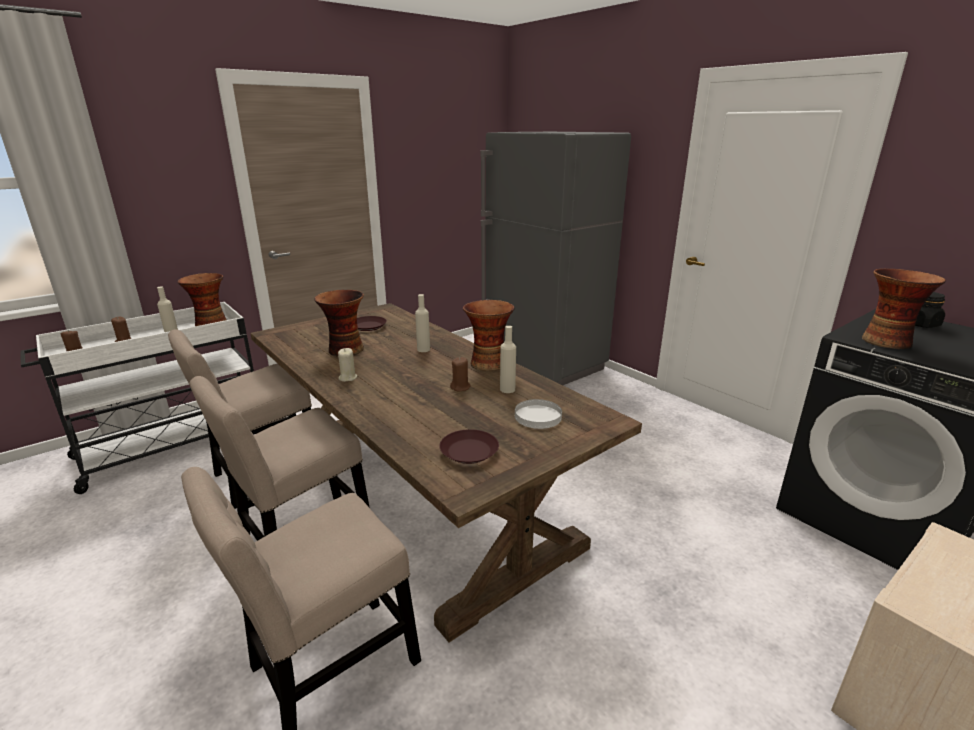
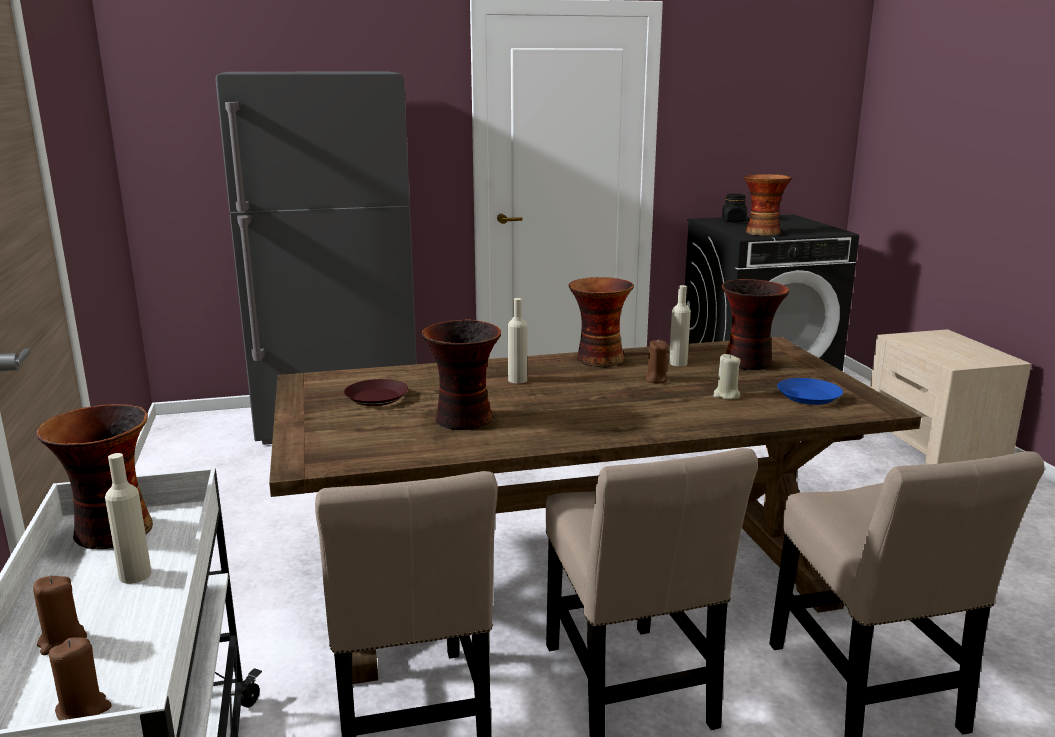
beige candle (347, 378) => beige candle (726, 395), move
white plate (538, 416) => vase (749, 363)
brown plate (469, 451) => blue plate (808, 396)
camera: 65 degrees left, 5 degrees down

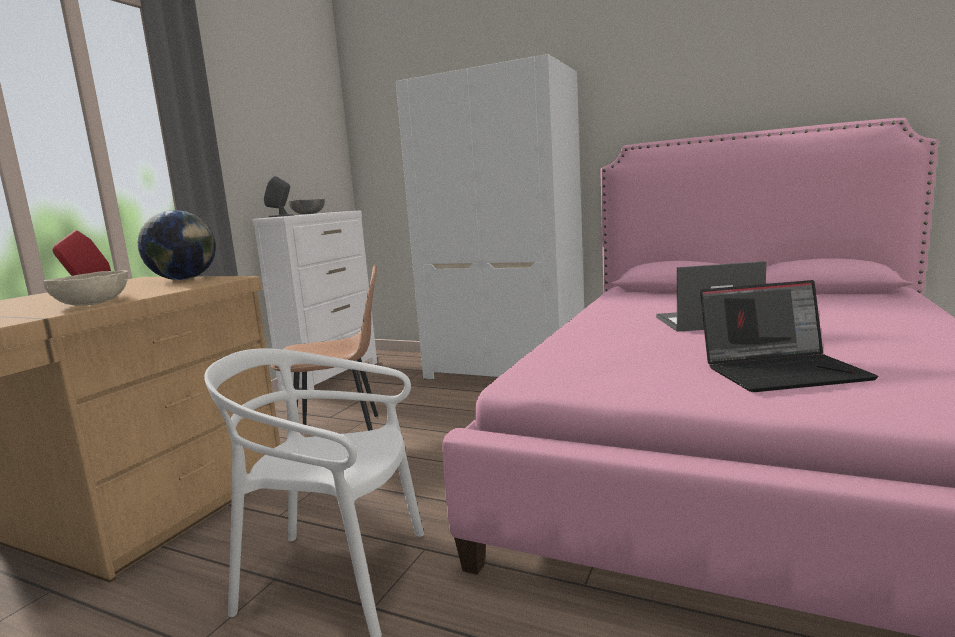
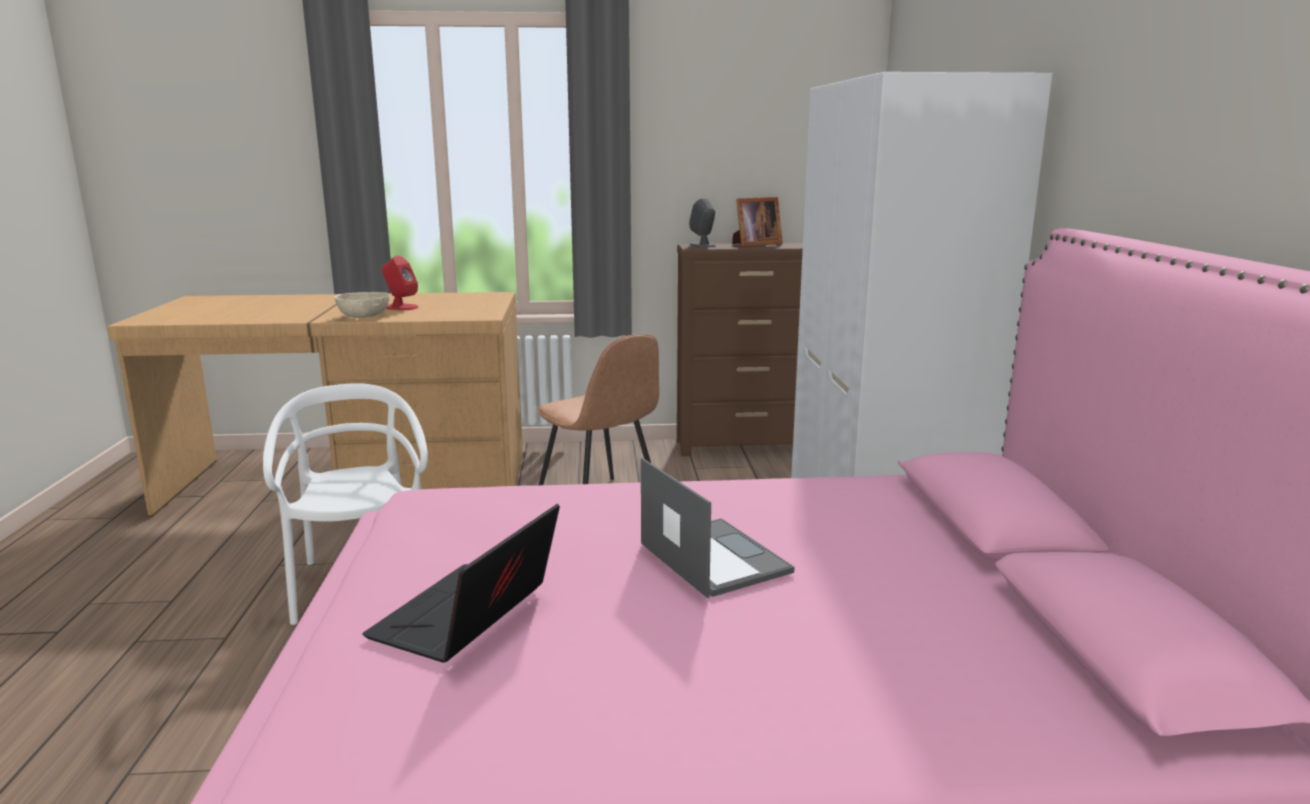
laptop (783, 371) => laptop (467, 618), 60 degrees clockwise
white dresser (332, 376) => brown dresser (746, 446)
grey bowl (308, 214) => picture frame (754, 244)
globe (183, 279) => nothing
camera: 60 degrees right, 5 degrees up

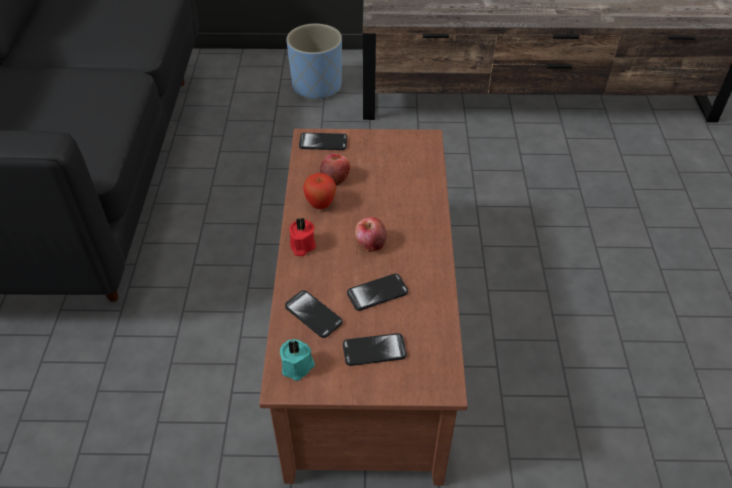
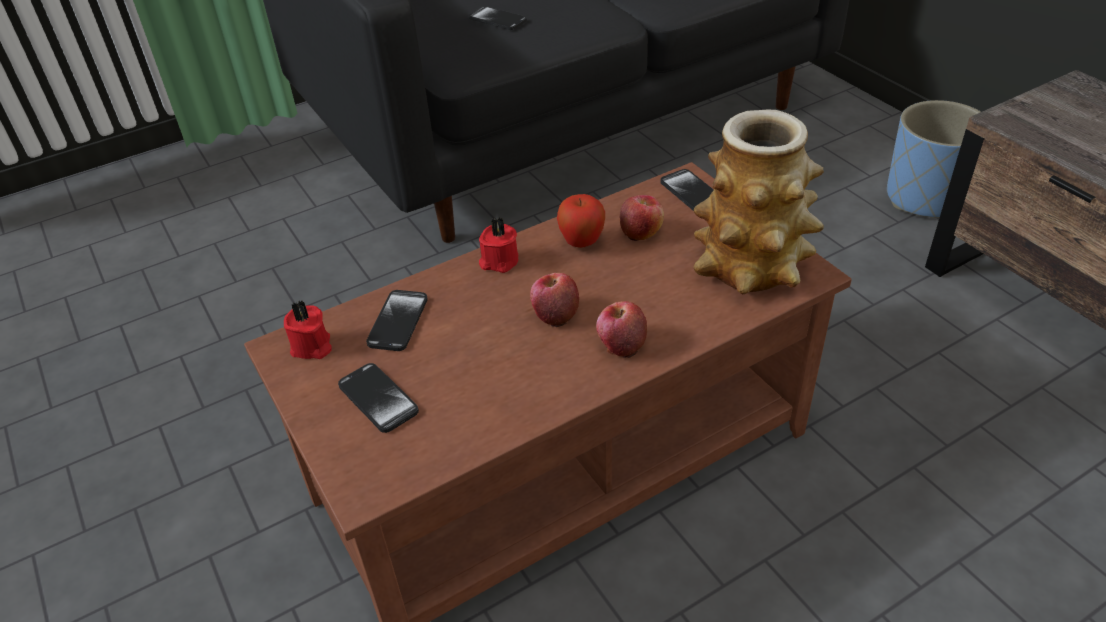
turquoise candle (298, 367) => red candle (311, 347)
phone (377, 293) => phone (497, 20), move
nothing => apple (621, 344)
nothing => vase (751, 266)
camera: 60 degrees right, 5 degrees down

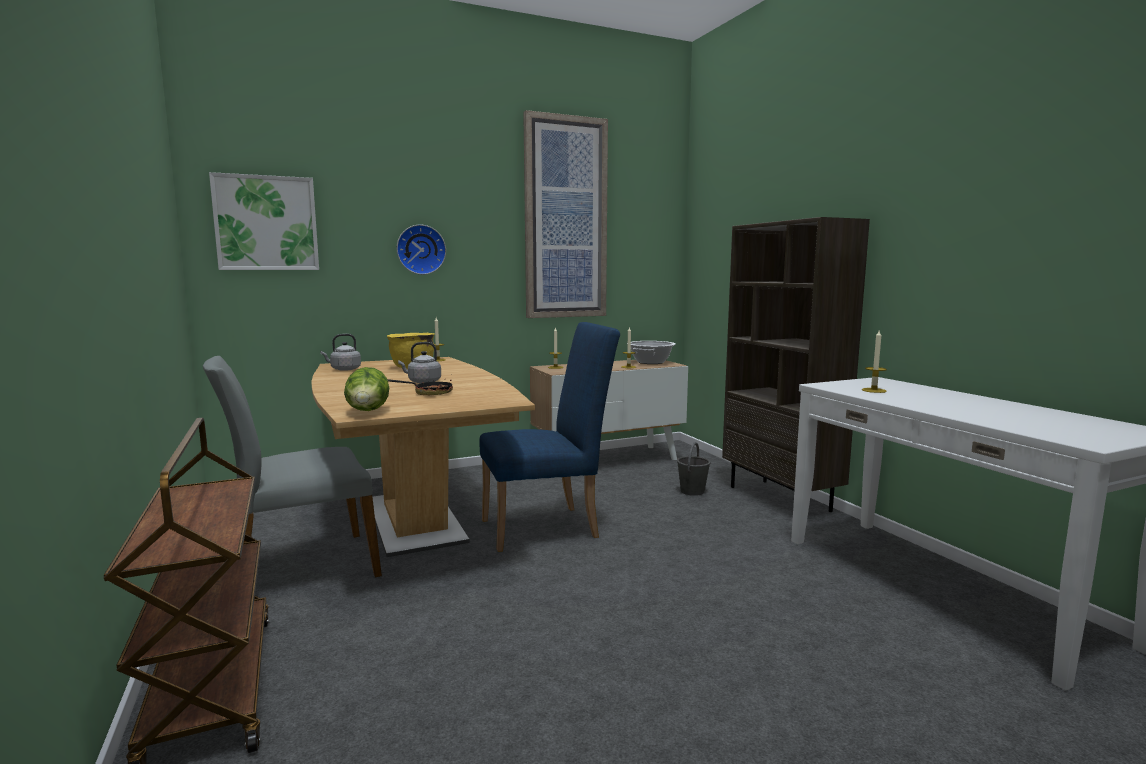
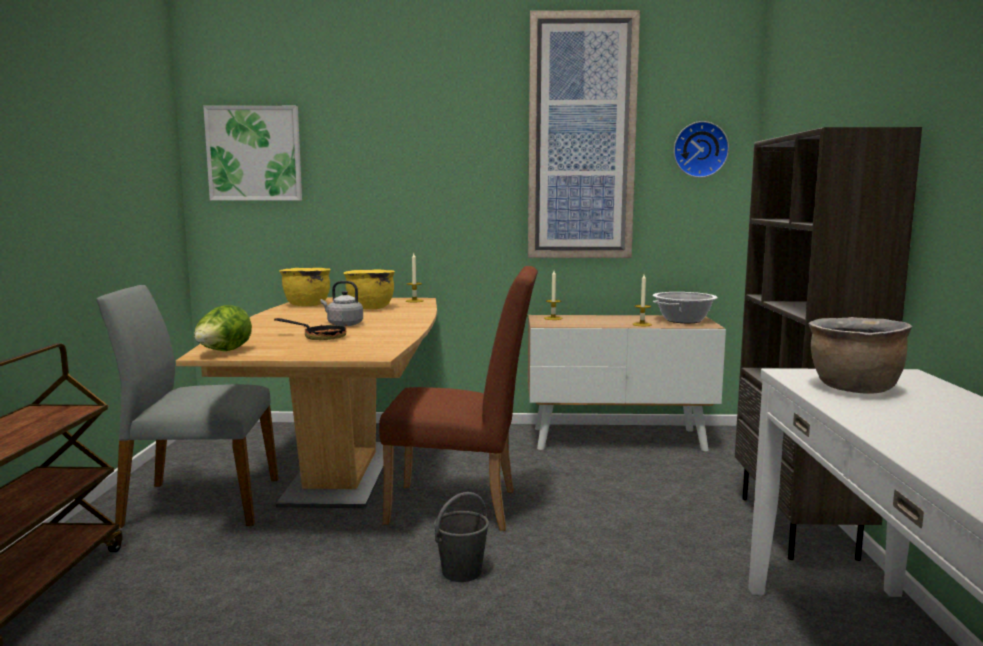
grey kettle (344, 369) => yellow cooking pot (306, 305)
blue chair (548, 527) => brown chair (463, 507)
grey bucket (692, 491) => grey bucket (461, 572), move
wall clock (420, 249) => wall clock (699, 149), move
candle (874, 390) => brown cooking pot (853, 389)
camera: 25 degrees right, 0 degrees up

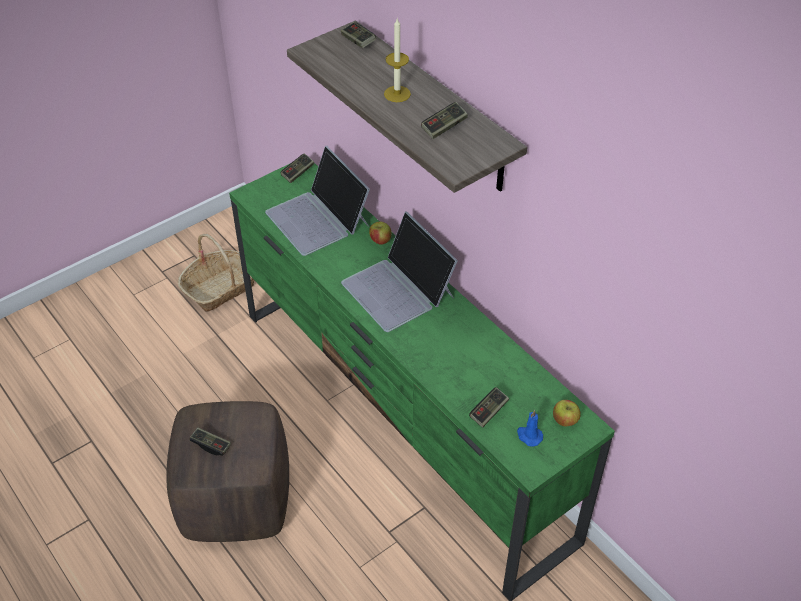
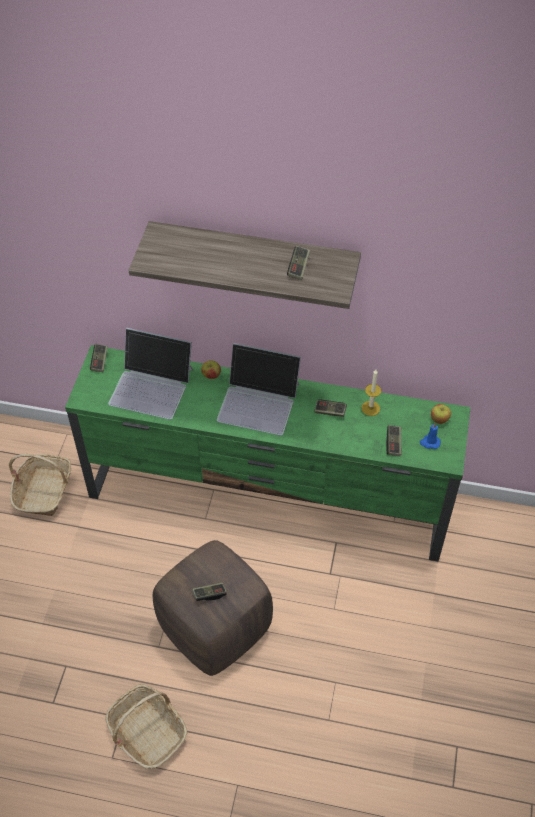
nothing => basket (147, 732)
game controller (358, 41) => game controller (330, 411), move
candle (397, 94) => candle (370, 408), move
camera: 40 degrees left, 5 degrees up

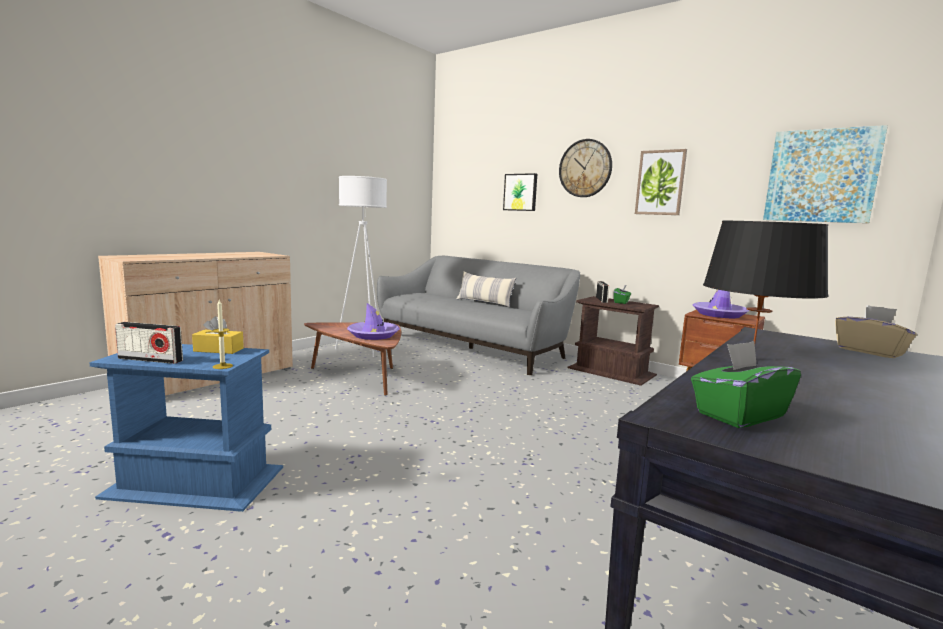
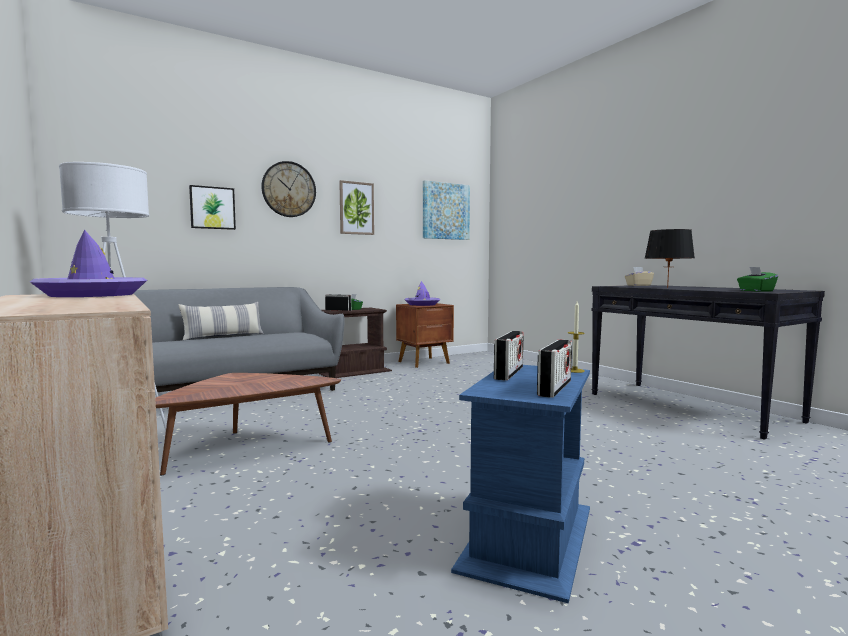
purple hat (373, 335) => purple hat (92, 295), move
yellow tissue box (218, 350) => radio (509, 373)
camera: 70 degrees left, 5 degrees down

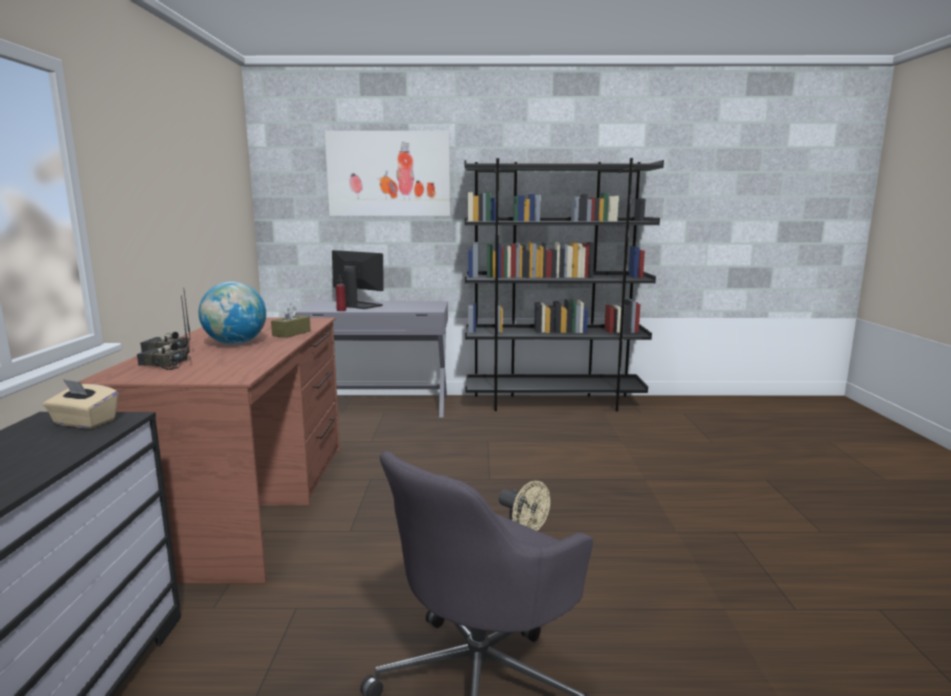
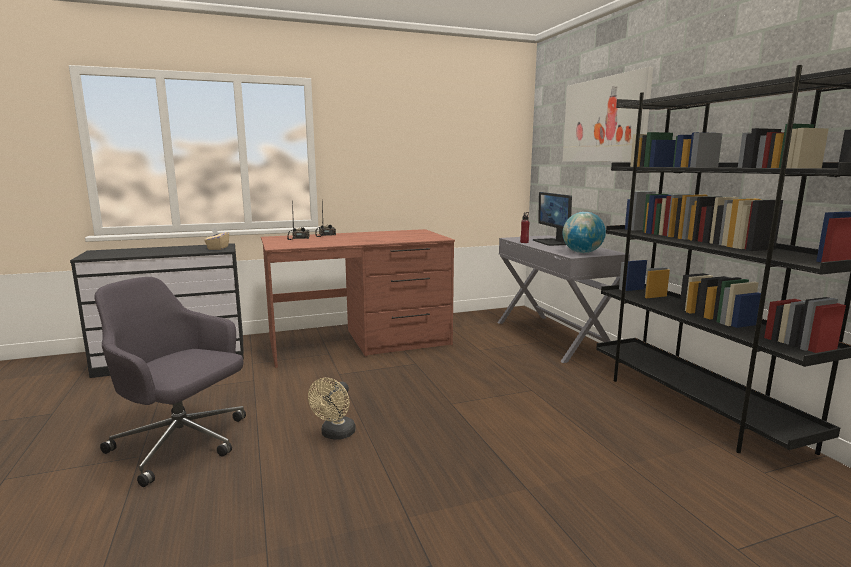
monitor (358, 305) => monitor (552, 242), 150 degrees clockwise
globe (235, 343) => globe (582, 252), move
brown tissue box (291, 333) => nothing
camera: 70 degrees right, 0 degrees up

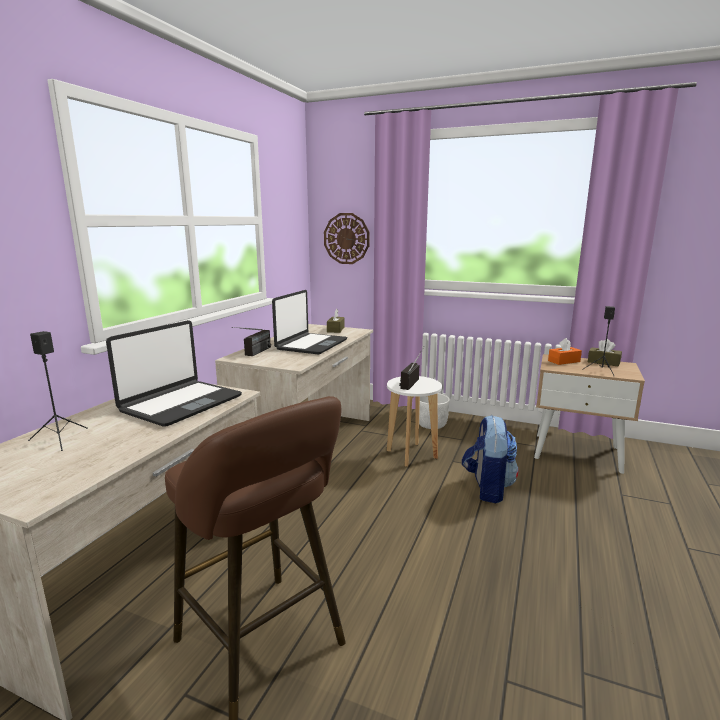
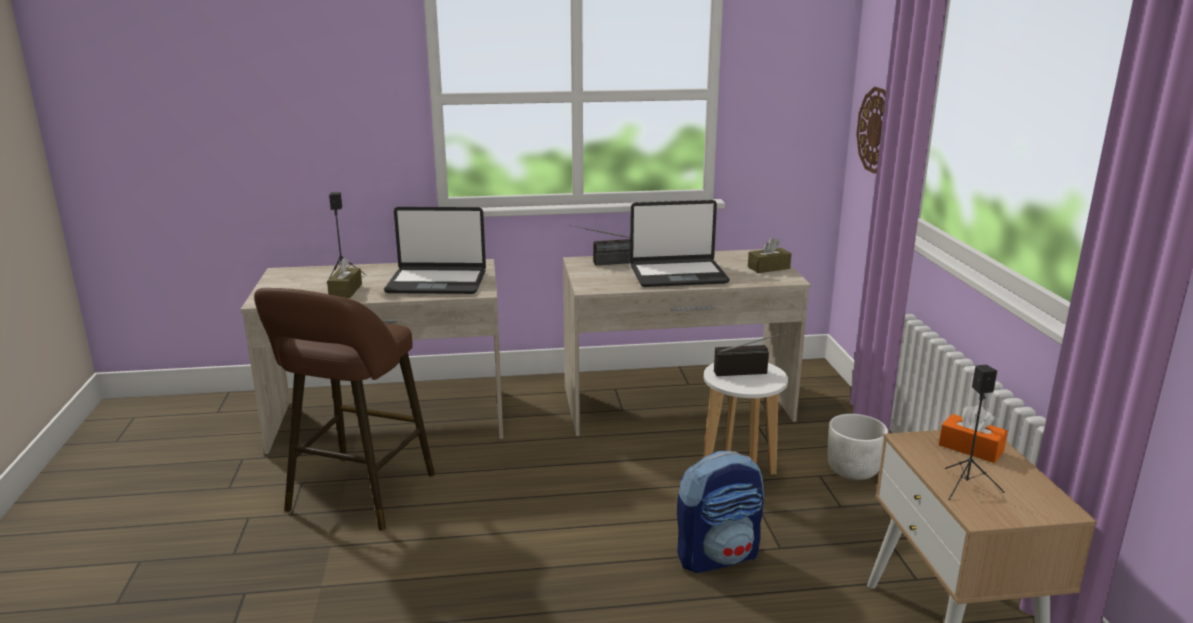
brown tissue box (603, 362) => brown tissue box (345, 291), move
camera: 60 degrees right, 5 degrees up

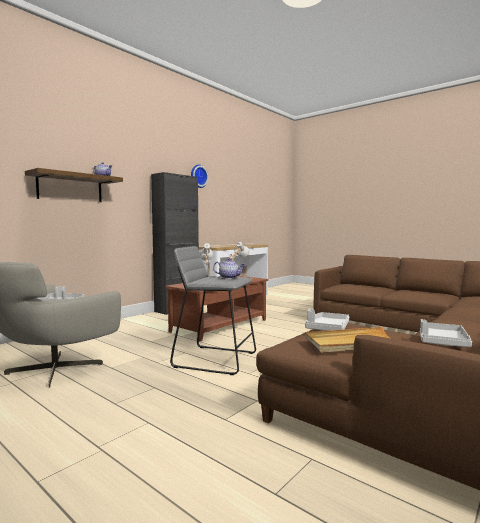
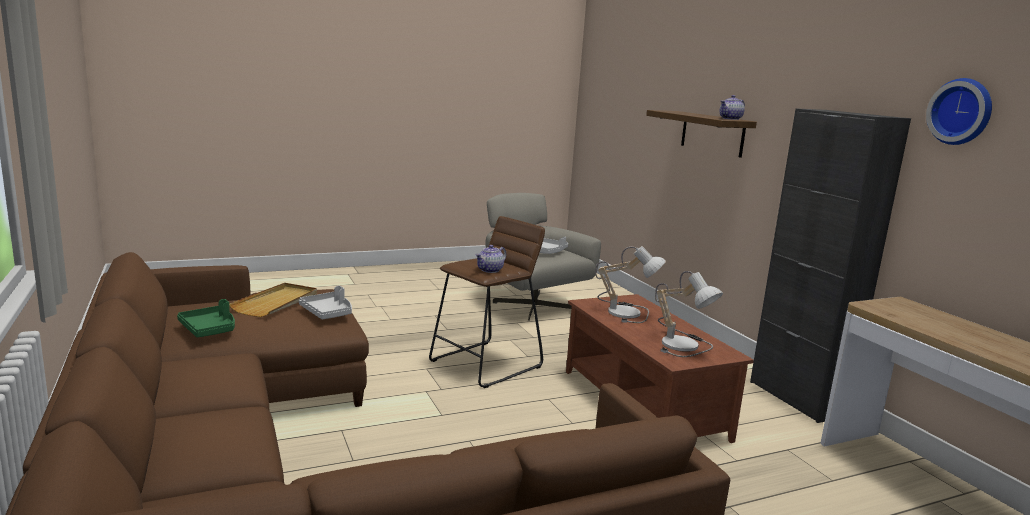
grey tray (442, 342) => green tray (209, 329)
grey stool (215, 359) => brown stool (486, 364)
camera: 115 degrees right, 10 degrees up

